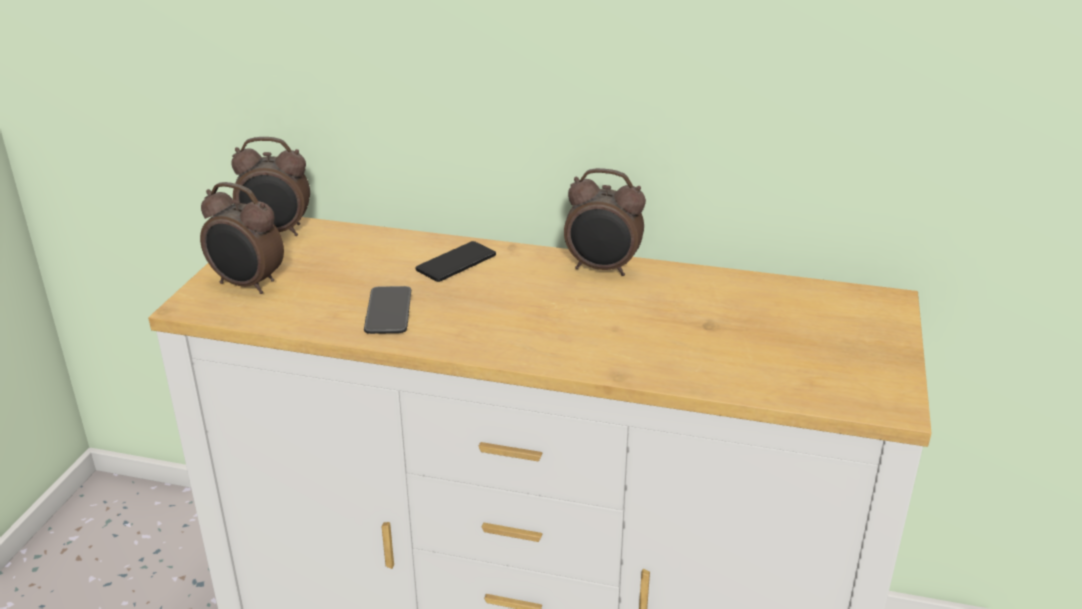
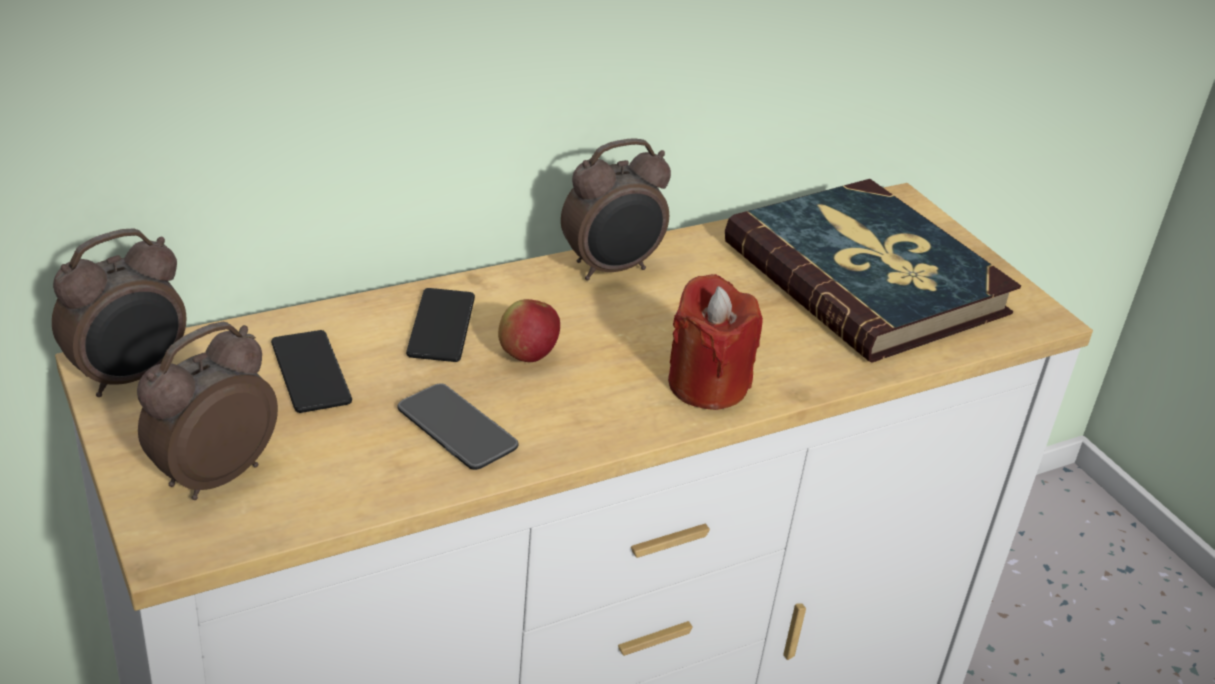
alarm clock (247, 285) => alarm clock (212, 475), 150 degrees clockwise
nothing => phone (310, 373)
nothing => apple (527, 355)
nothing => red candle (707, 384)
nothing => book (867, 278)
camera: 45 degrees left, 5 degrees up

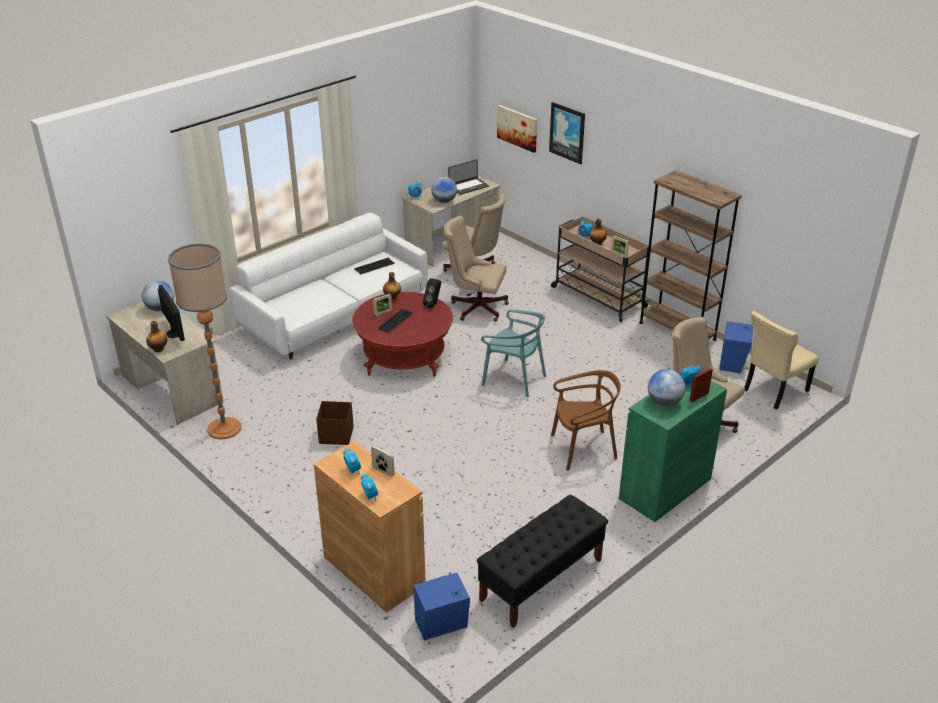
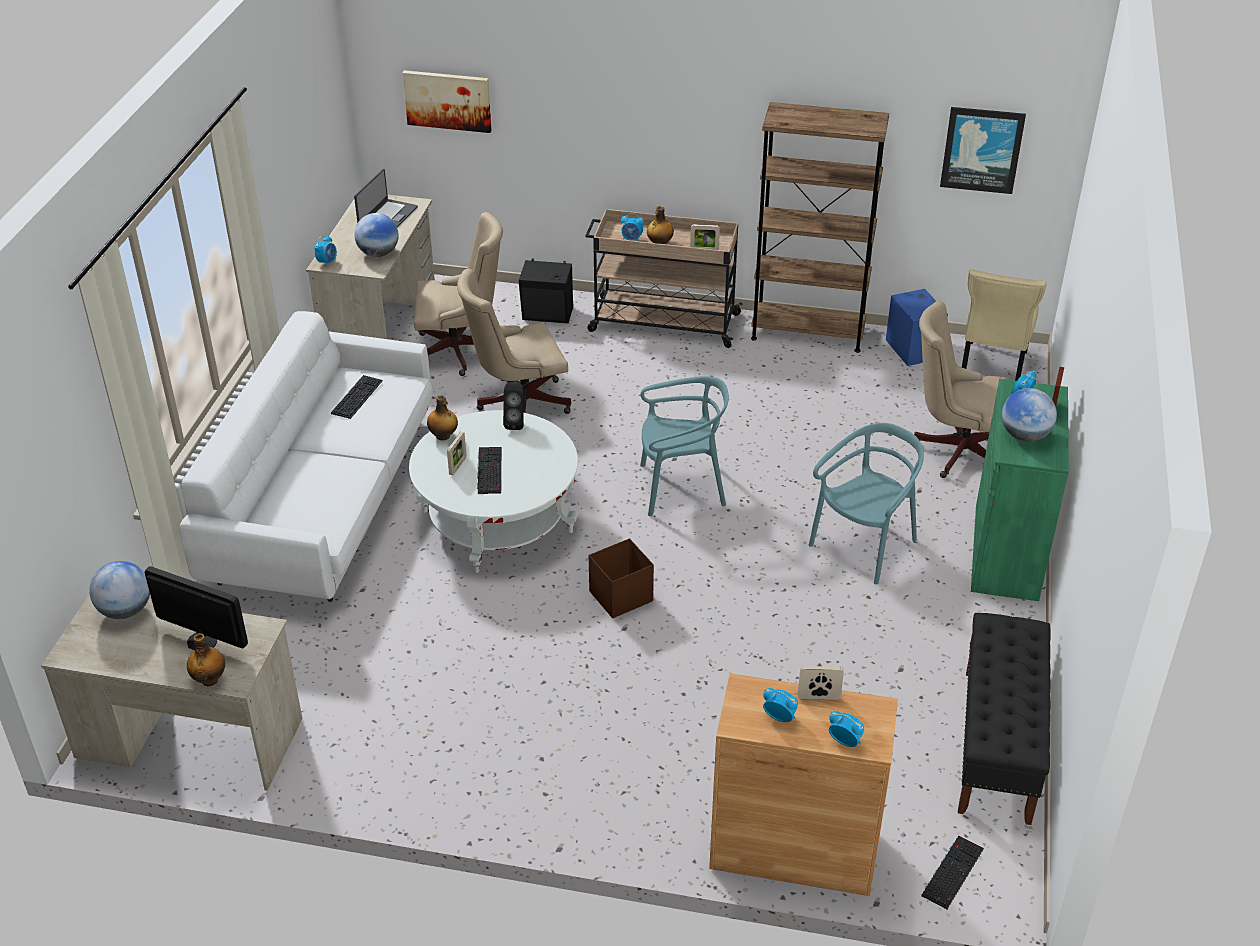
red coffee table (404, 356) => white coffee table (497, 520)
nothing => black speaker (548, 315)
brown storage box (336, 435) => brown storage box (620, 596), move
brown chair (583, 449) => turquoise chair (865, 546)
blue speaker (442, 625) => keyboard (952, 871)
picture (567, 132) => picture (982, 149), move
floor lamp (224, 428) => nothing
camera: 35 degrees left, 5 degrees up

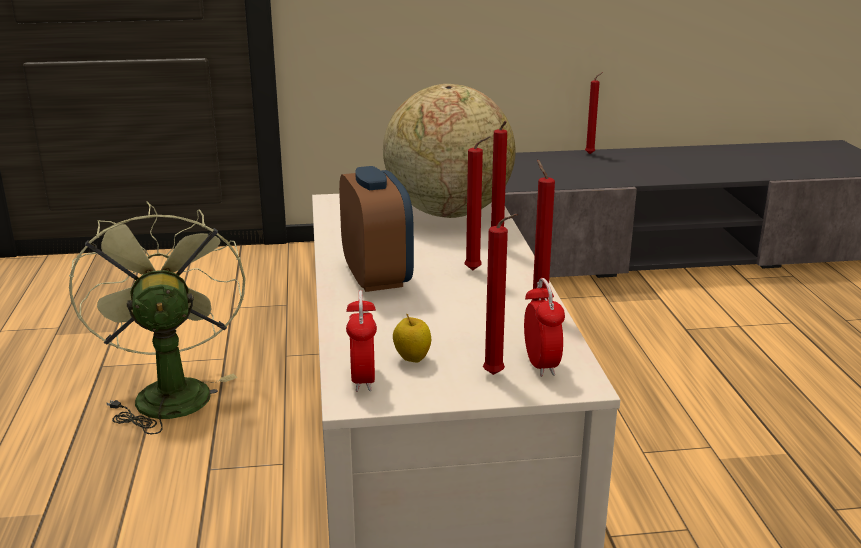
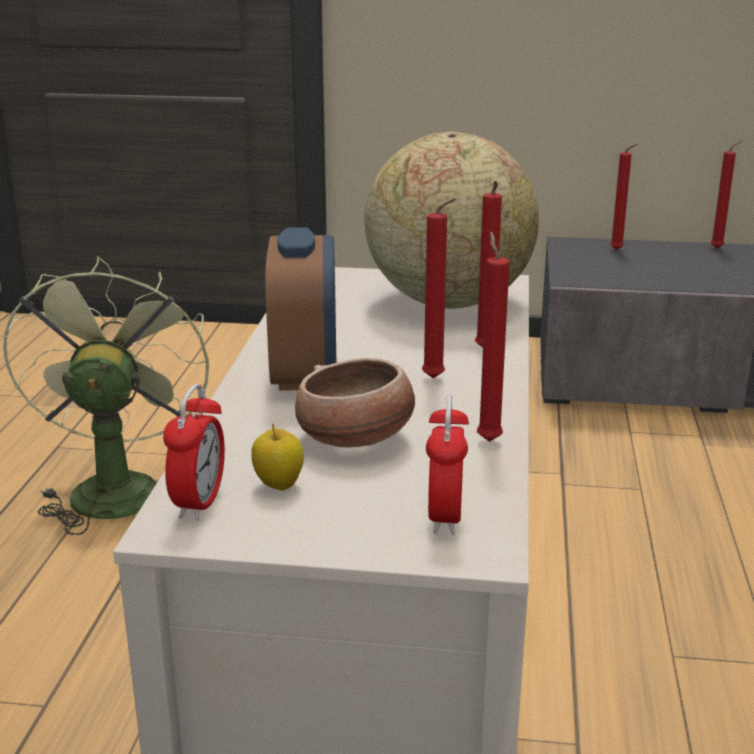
nothing => bowl (356, 439)
red candle (496, 375) => red candle (618, 250), move
camera: 15 degrees right, 0 degrees up

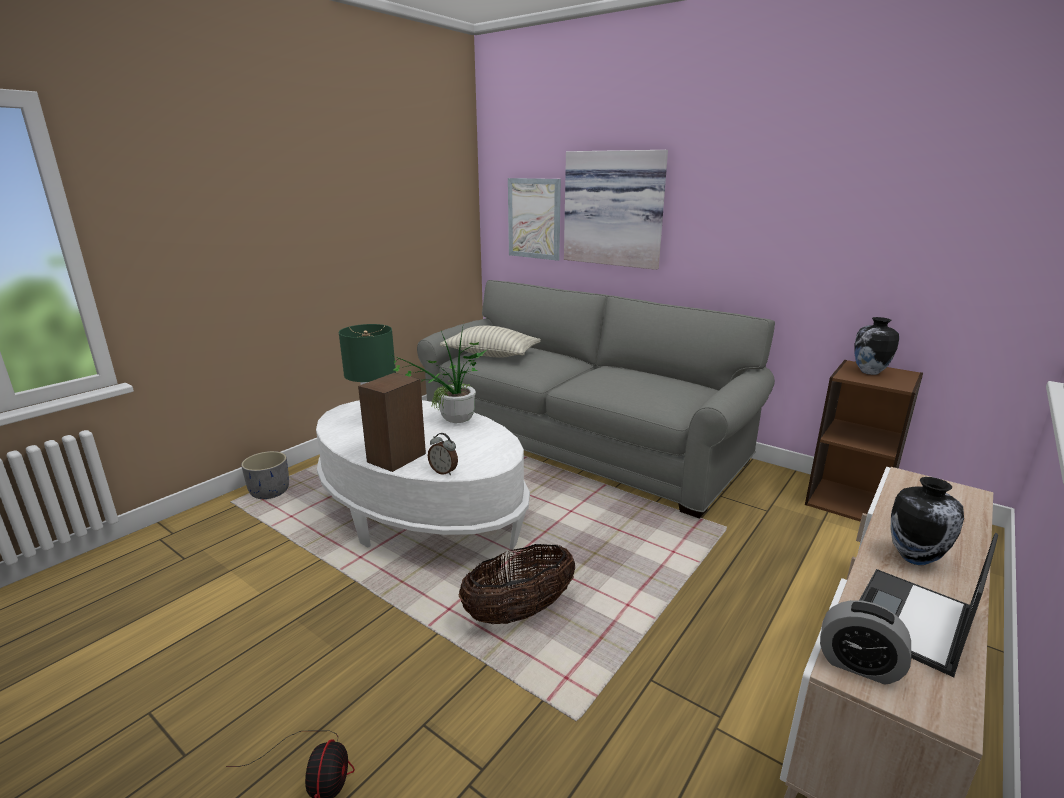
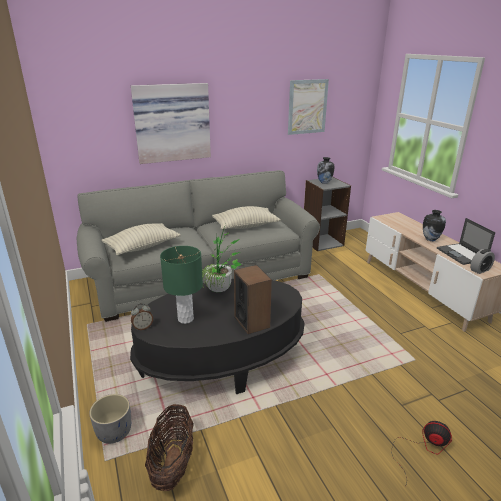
white coffee table (421, 512) => black coffee table (222, 359)
alarm clock (444, 471) => alarm clock (143, 327), move
basket (519, 612) => basket (172, 464), move
nothing => pillow (246, 226)
picture (534, 218) => picture (307, 107), move
brown bookcase (848, 501) => grey bookcase (322, 242)
camera: 60 degrees left, 5 degrees up

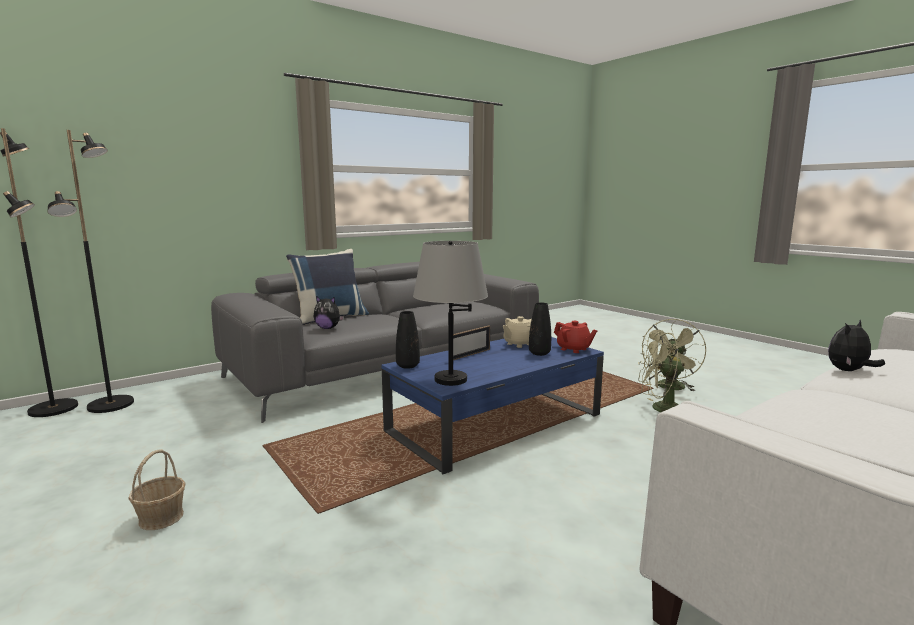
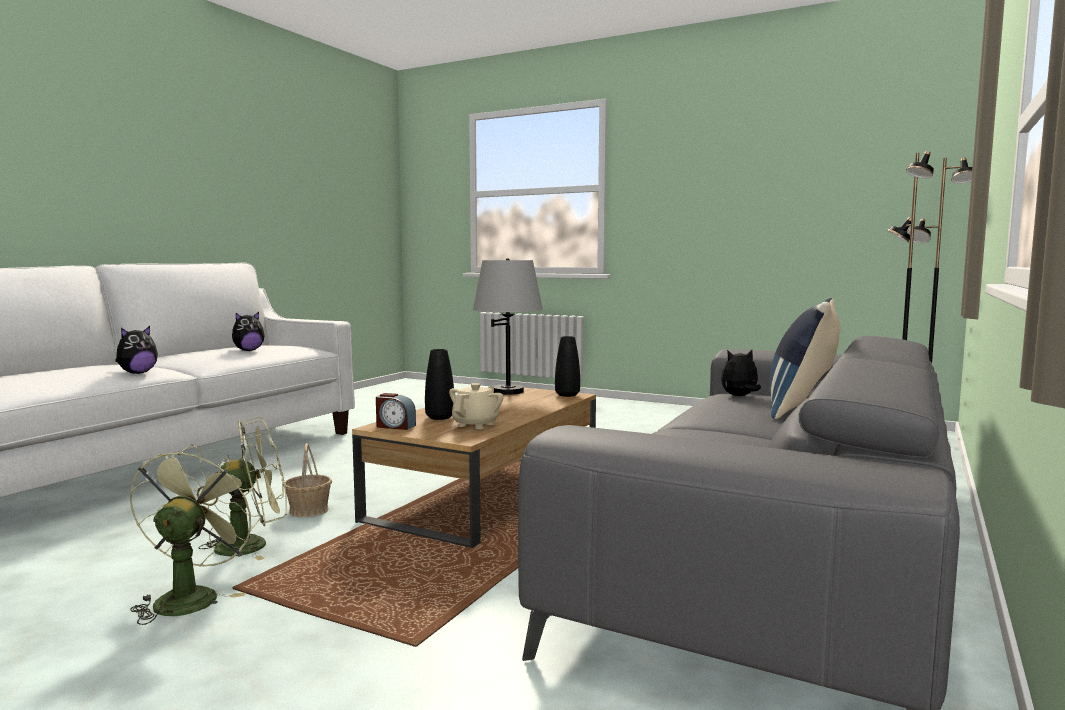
nothing => plush toy (248, 350)
basket (162, 517) => basket (308, 511), move
blue coffee table (496, 422) => brown coffee table (487, 493)
red teapot (573, 349) => alarm clock (395, 426)
picture frame (470, 354) => nothing
camera: 155 degrees right, 5 degrees down

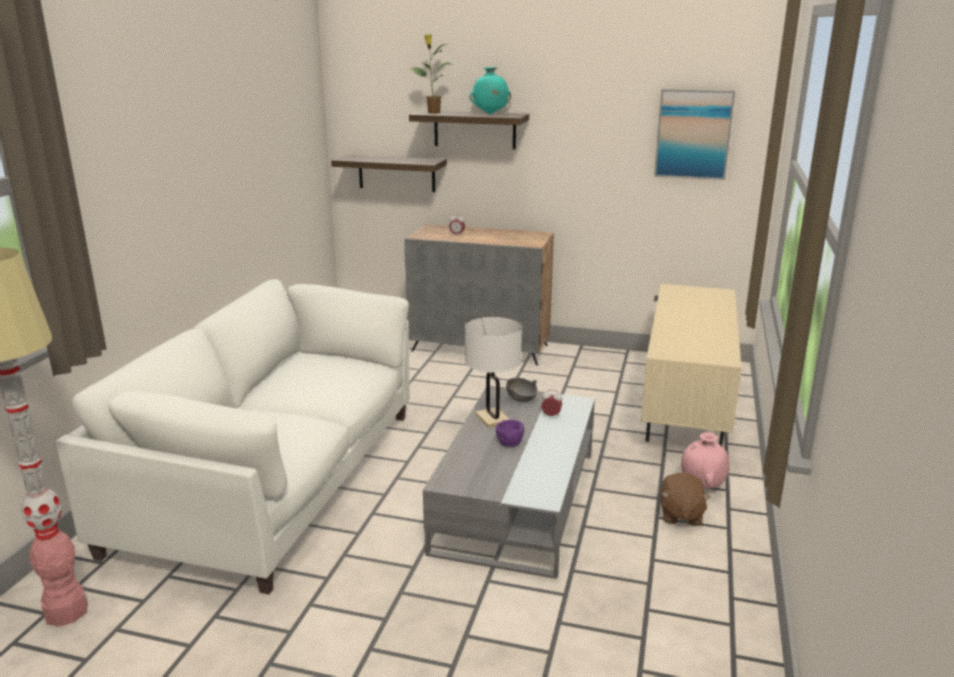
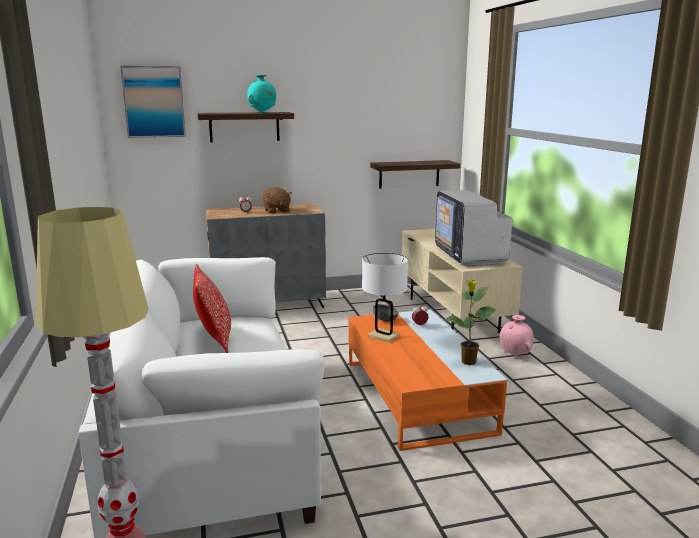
picture (693, 134) => picture (154, 102), move
nothing => pillow (214, 338)
brown plush toy (680, 515) => brown plush toy (276, 211), move
grey coffee table (516, 500) => orange coffee table (416, 395)
shelf (396, 173) => shelf (409, 174), move
nothing => television (469, 255)
potted plant (433, 113) => potted plant (468, 362), move
purple bowl (509, 443) => nothing
camera: 30 degrees left, 5 degrees down

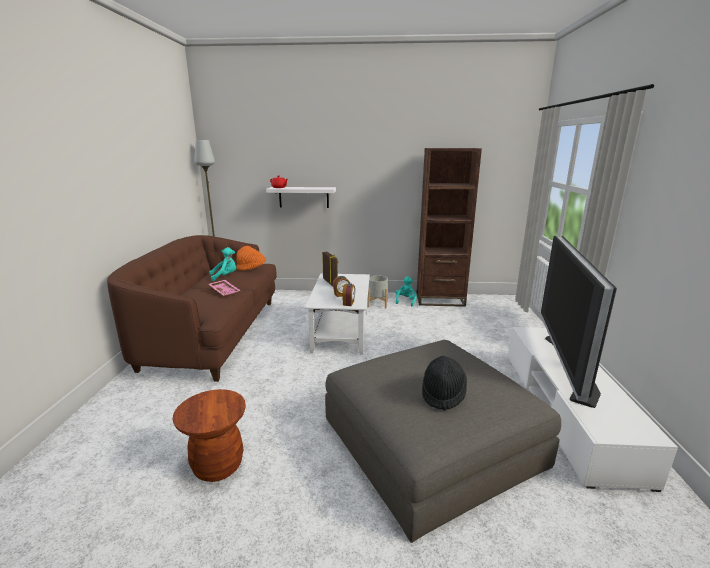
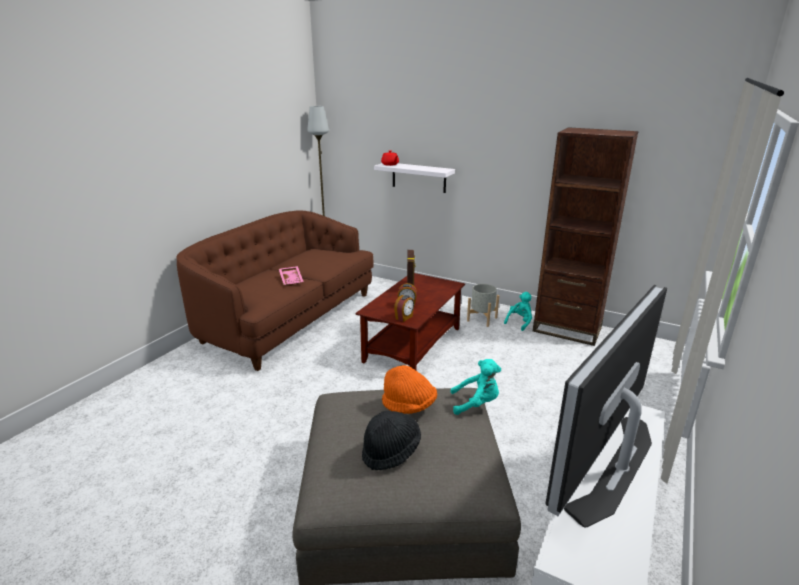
white coffee table (341, 331) => brown coffee table (413, 344)
orange hat (252, 269) => orange hat (409, 406), move
turquoise plush toy (225, 276) => turquoise plush toy (476, 404), move
brown stool (218, 466) => nothing
camera: 25 degrees right, 5 degrees up

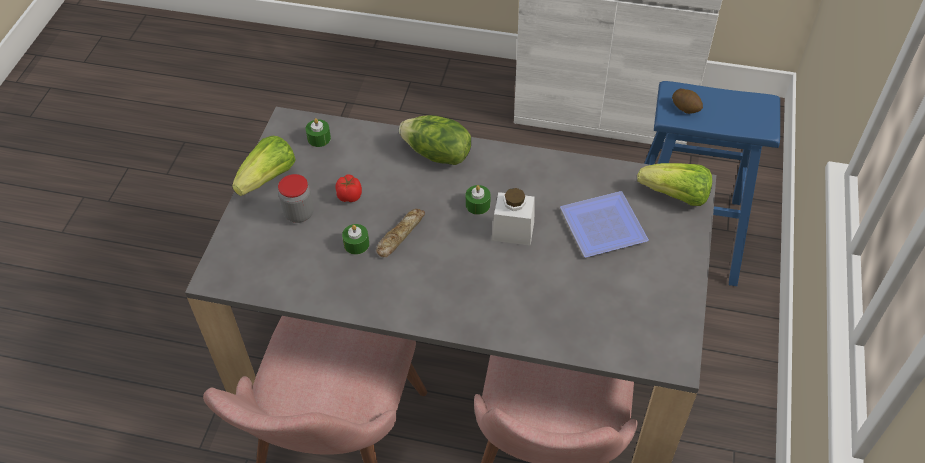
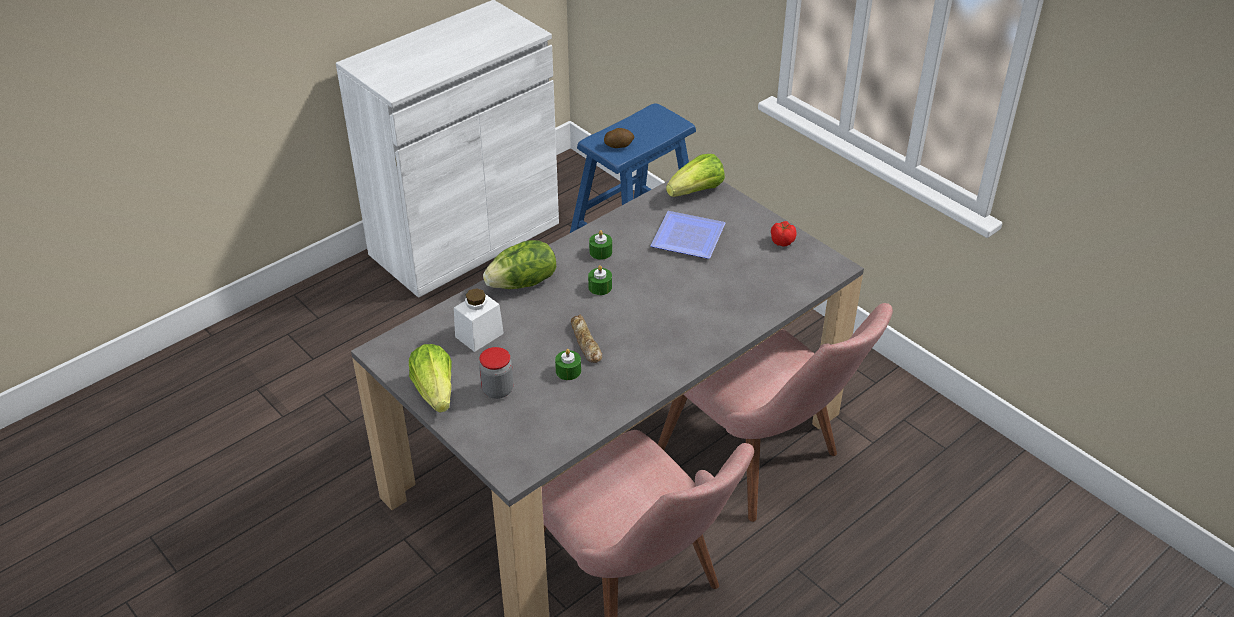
white jar (513, 231) => white jar (479, 335), move
green candle (319, 138) => green candle (600, 252), move
tomato (349, 195) => tomato (782, 241), move
camera: 55 degrees left, 10 degrees down

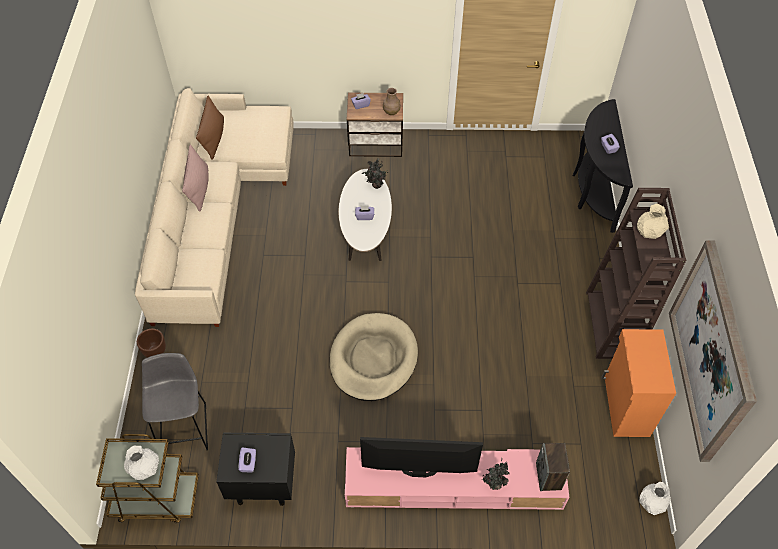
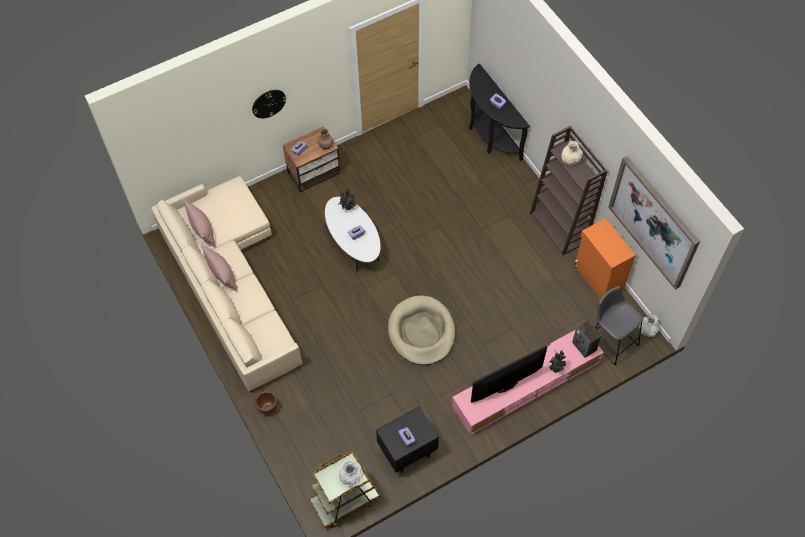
brown pillow (213, 138) => pink pillow (202, 229)
nothing => wall clock (268, 103)
grey stool (184, 426) => grey stool (611, 340), move
camera: 30 degrees left, 5 degrees up

